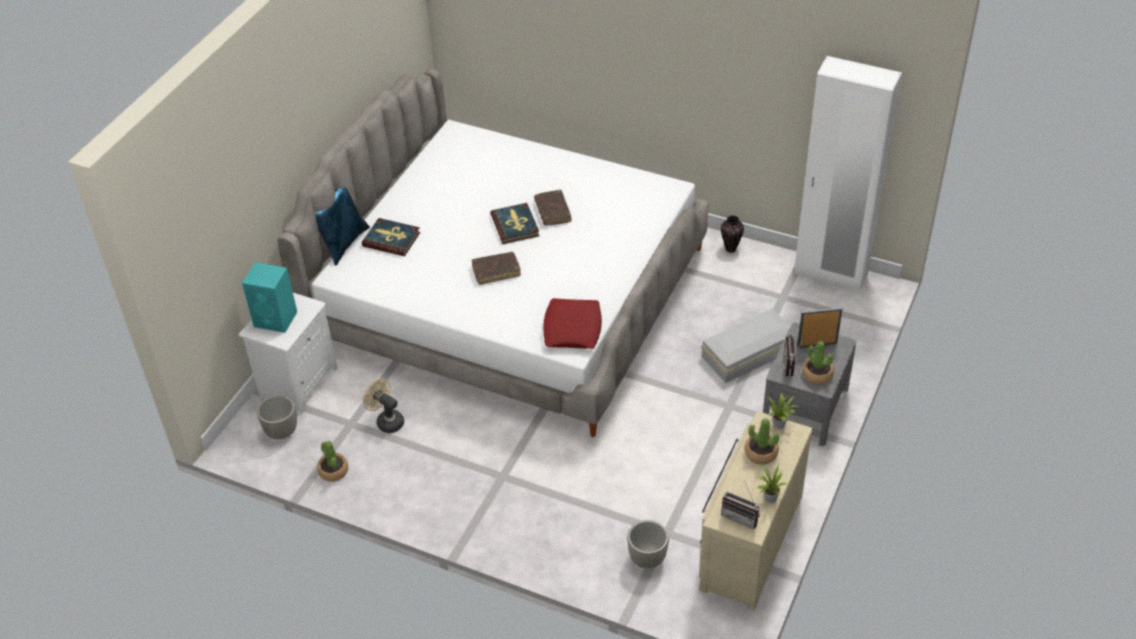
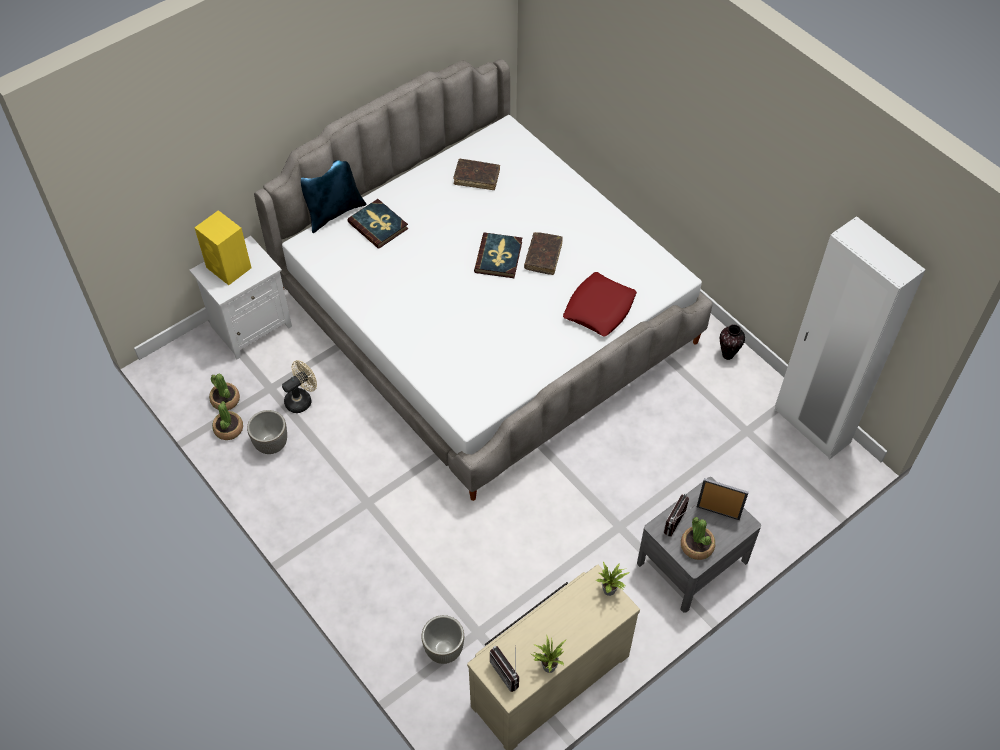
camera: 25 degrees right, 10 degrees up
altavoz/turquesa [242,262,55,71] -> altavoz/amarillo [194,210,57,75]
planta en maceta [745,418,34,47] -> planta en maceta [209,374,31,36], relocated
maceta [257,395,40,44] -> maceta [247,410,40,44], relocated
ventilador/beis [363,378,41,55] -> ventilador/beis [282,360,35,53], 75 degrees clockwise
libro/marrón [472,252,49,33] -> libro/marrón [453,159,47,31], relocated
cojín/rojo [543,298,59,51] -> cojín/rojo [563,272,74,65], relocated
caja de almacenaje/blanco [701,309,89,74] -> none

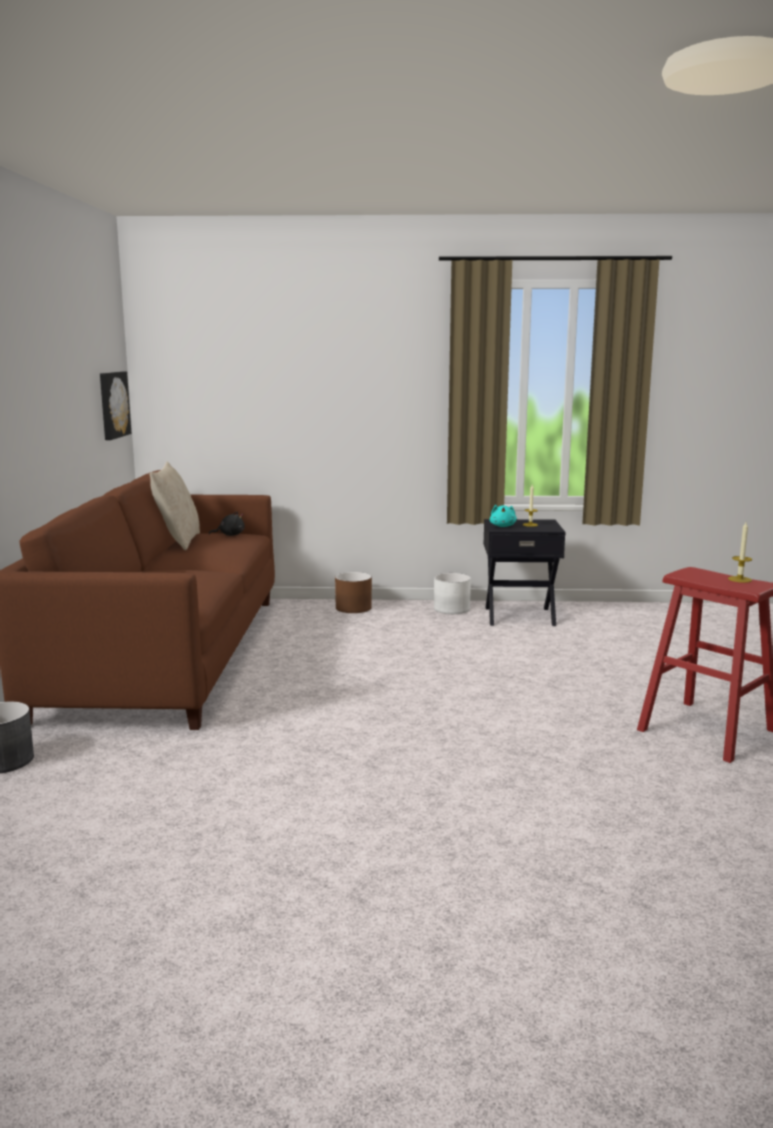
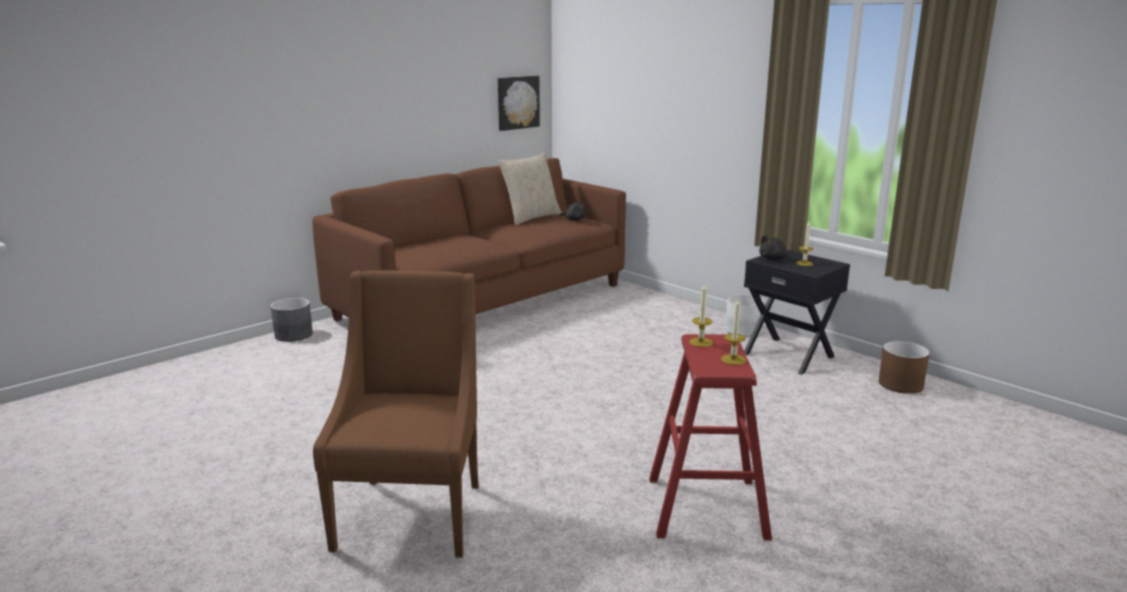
camera: 45 degrees right, 5 degrees up
none -> sillón/marrón [313,270,166,288]
none -> vela [689,284,24,63]
peluche/turquesa [490,505,27,22] -> peluche/negro [759,235,29,25]
maceta/marrón [335,572,37,41] -> maceta/marrón [879,341,51,53], relocated

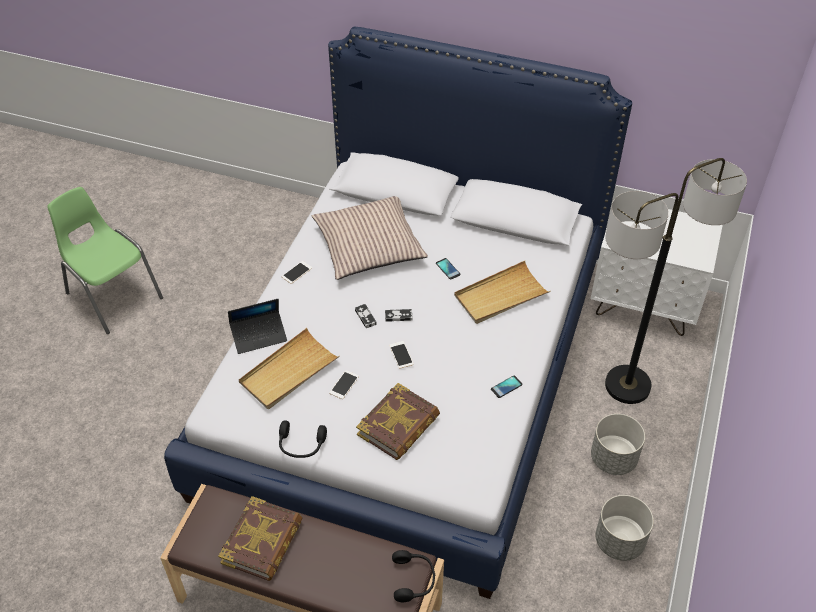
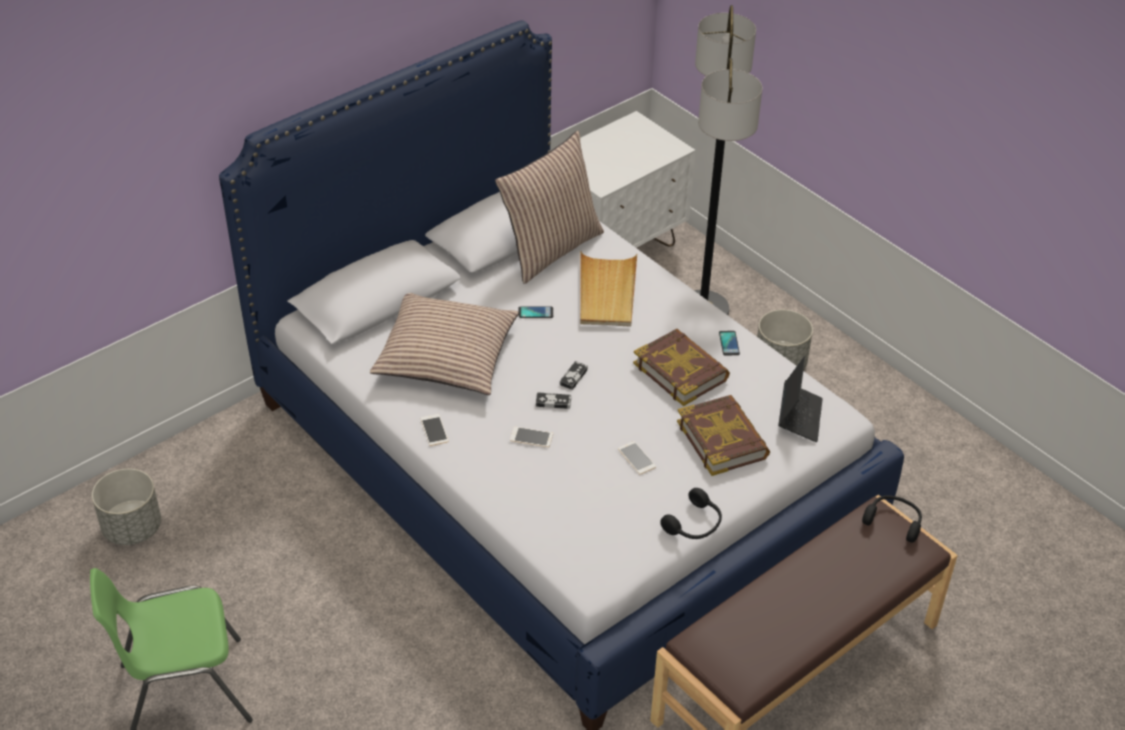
camera: 60 degrees left, 5 degrees down
maceta/gris [595,495,59,66] -> maceta/gris [92,469,69,76], relocated
none -> cojín [495,131,109,153]
móvil [389,341,25,28] -> móvil [510,427,43,20], relocated
libro [218,496,85,85] -> libro [633,329,97,77], relocated
portátil [228,299,59,55] -> portátil [778,356,45,86], relocated
bandeja/beis [239,328,101,81] -> none

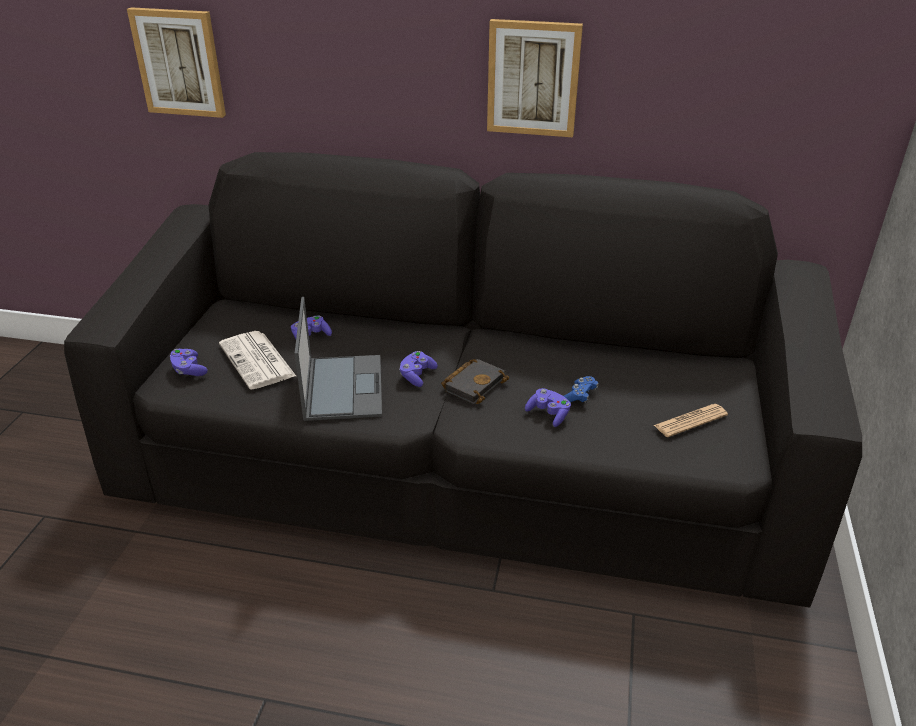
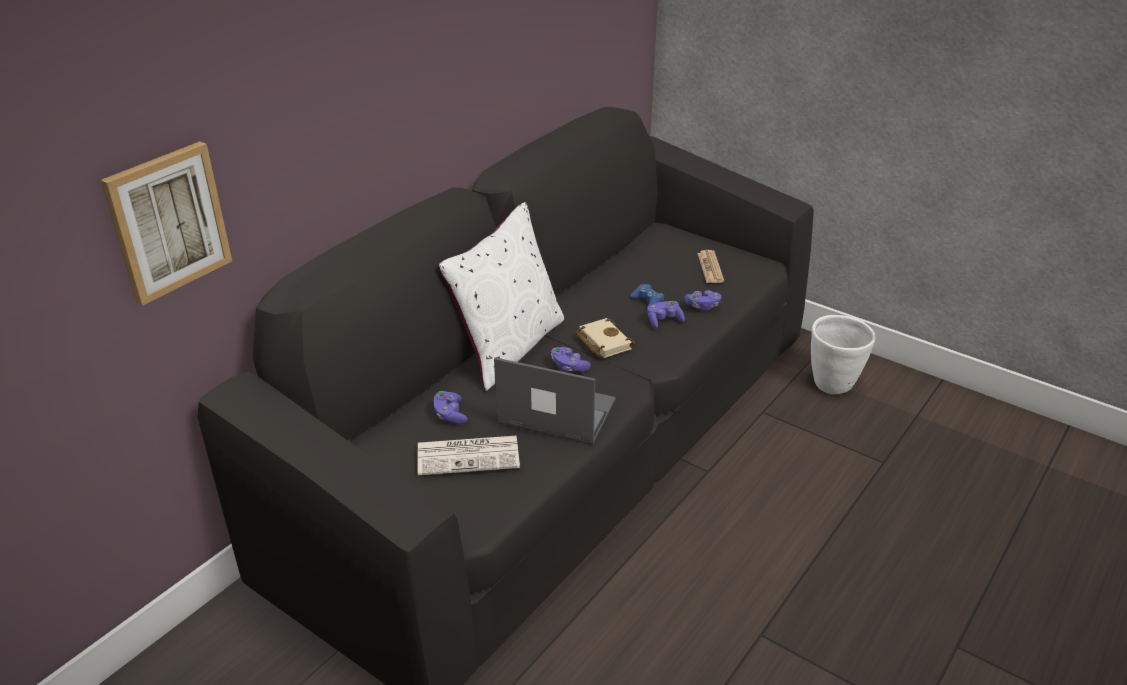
camera: 65 degrees left, 0 degrees up
none -> cojín/blanco [439,202,125,189]
libro/negro [441,359,68,45] -> libro/beis [575,318,61,40]
mando de consola/morado [170,349,38,27] -> mando de consola/morado [685,290,36,22], relocated
none -> maceta/blanco [811,315,64,79]
cuadro [487,19,96,118] -> none

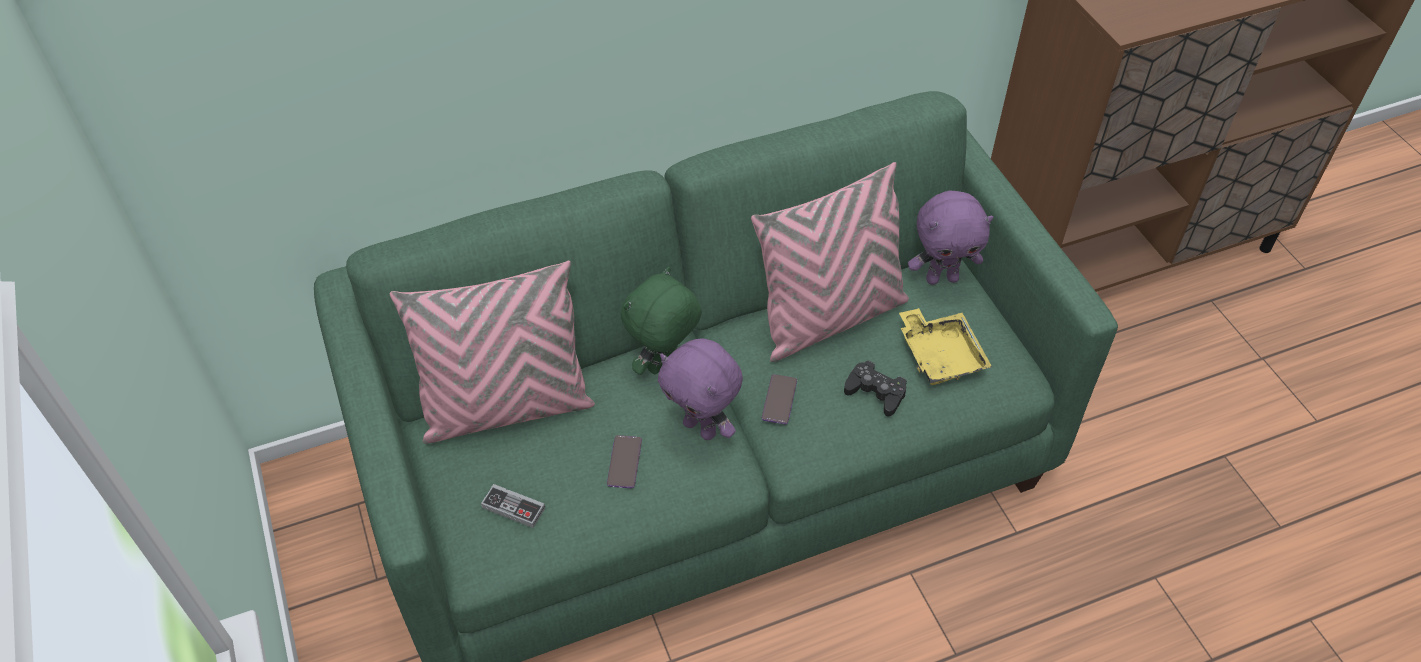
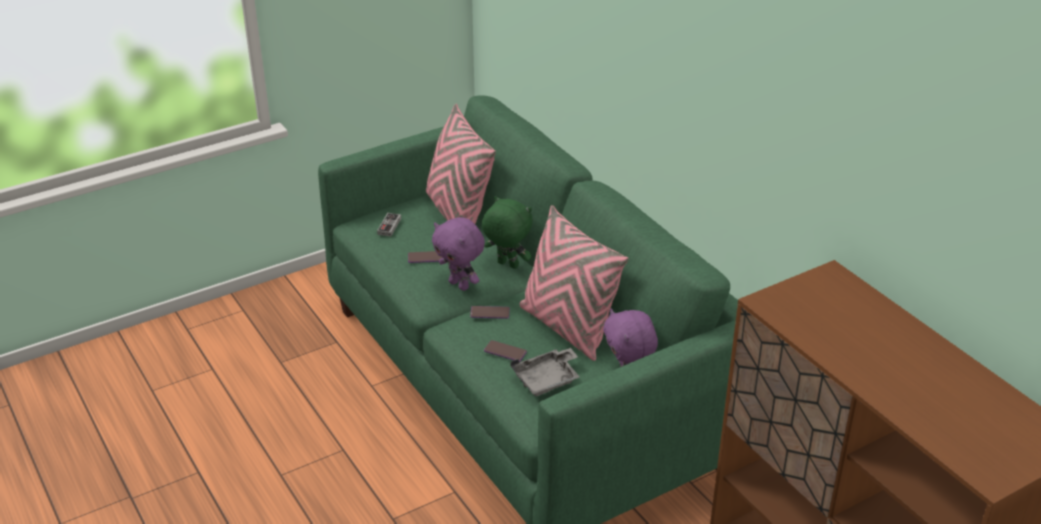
camera: 80 degrees right, 15 degrees down
peluche/morado [658,339,85,101] -> peluche/morado [432,217,53,74], 75 degrees counterclockwise
mando de consola/negro [844,361,63,55] -> móvil [484,340,43,22]
bandeja/amarillo [899,308,93,77] -> bandeja/gris [511,348,69,48]

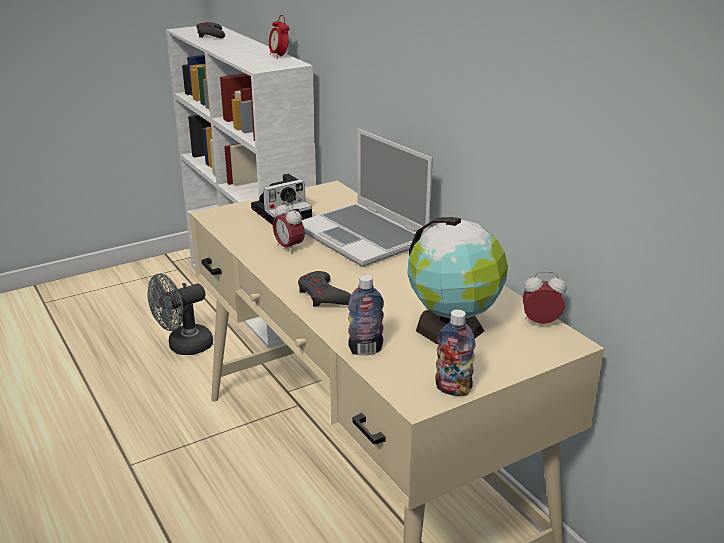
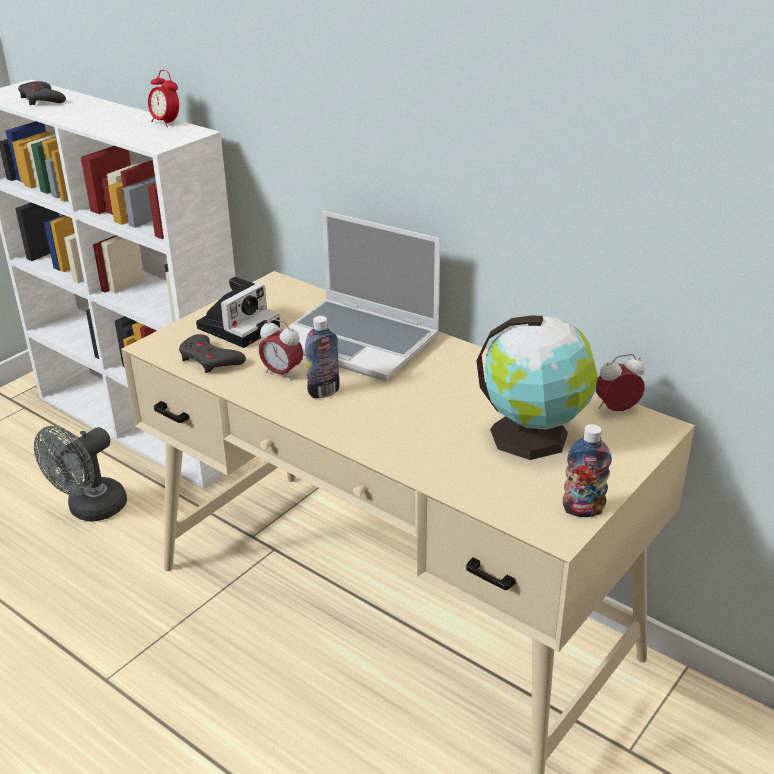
camera: 20 degrees left, 5 degrees up
mando de consola/gris [298,271,53,36] -> mando de consola/gris [179,334,67,39], relocated
botella [348,275,36,80] -> botella [305,316,35,82], relocated

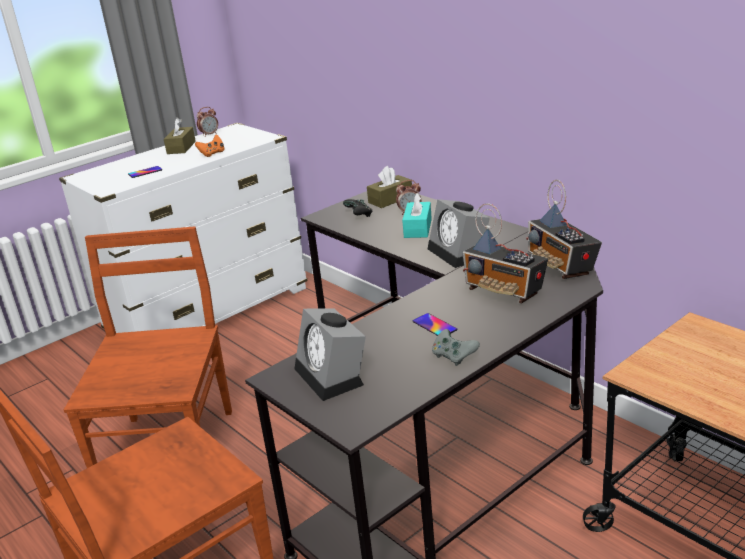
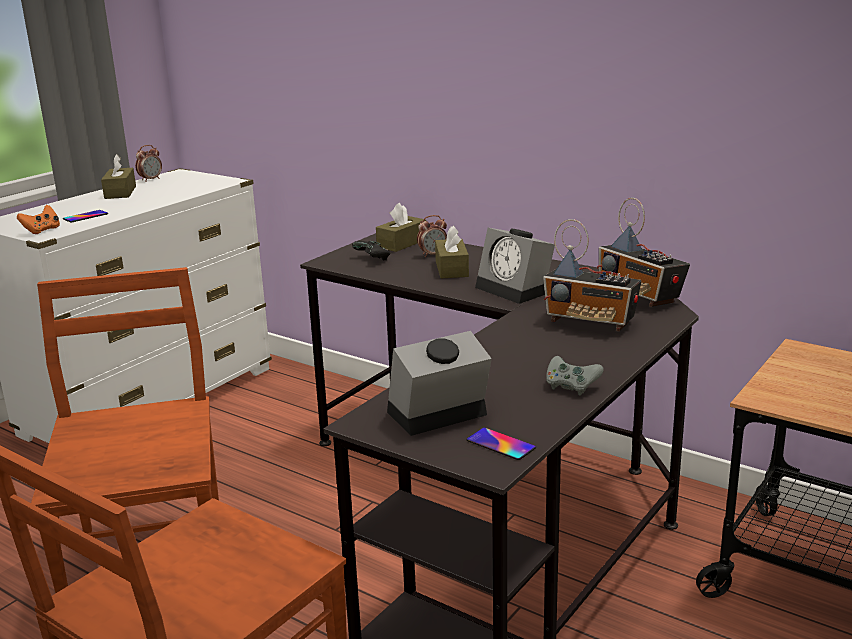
camera: 15 degrees left, 5 degrees down
mando de consola/naranja [195,135,29,22] -> mando de consola/naranja [17,205,43,29], relocated
despertador [295,308,71,93] -> despertador [387,331,105,105], 105 degrees clockwise
caja de pañuelos/turquesa [402,193,30,45] -> caja de pañuelos/marrón [435,226,34,52]
móvil [412,313,45,23] -> móvil [467,428,69,32], relocated

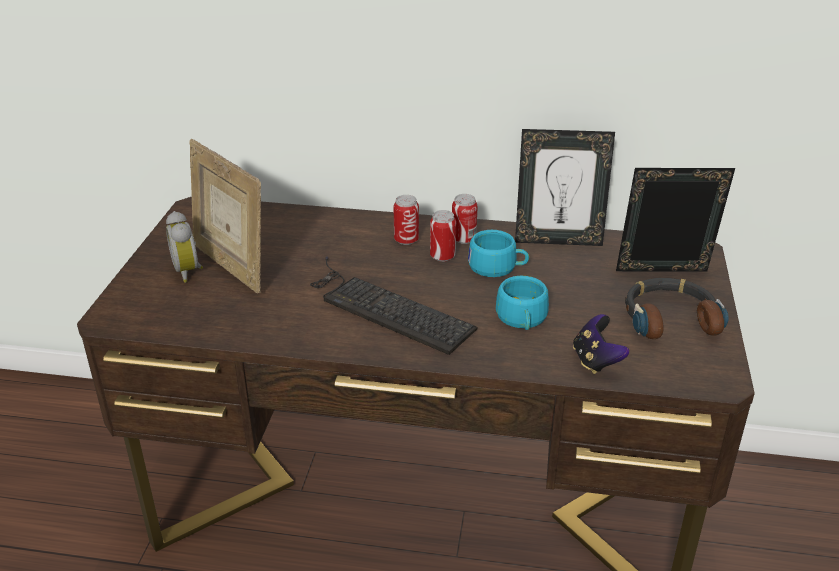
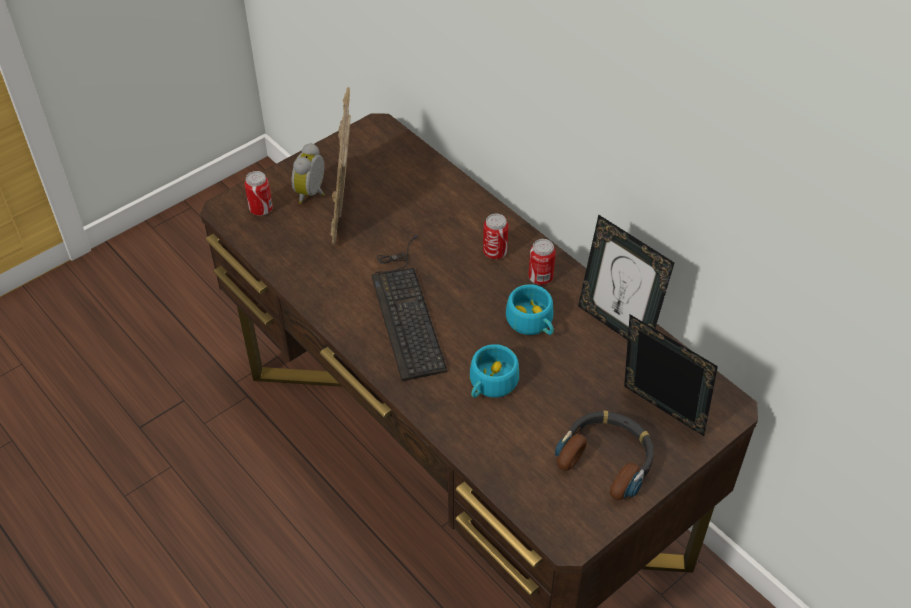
camera: 40 degrees right, 15 degrees up
lata [430,210,26,52] -> lata [245,171,28,45], relocated
mando de consola [573,314,56,60] -> none

